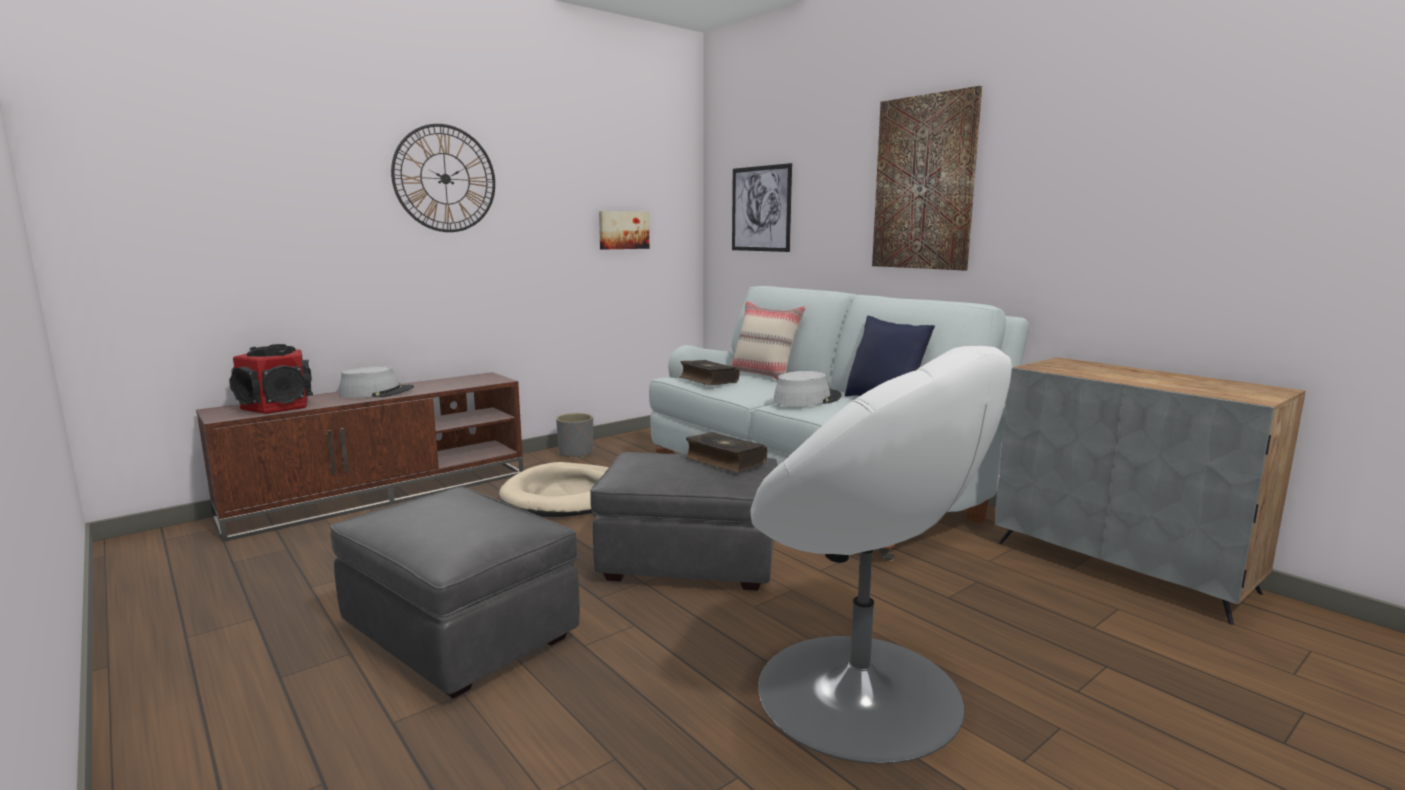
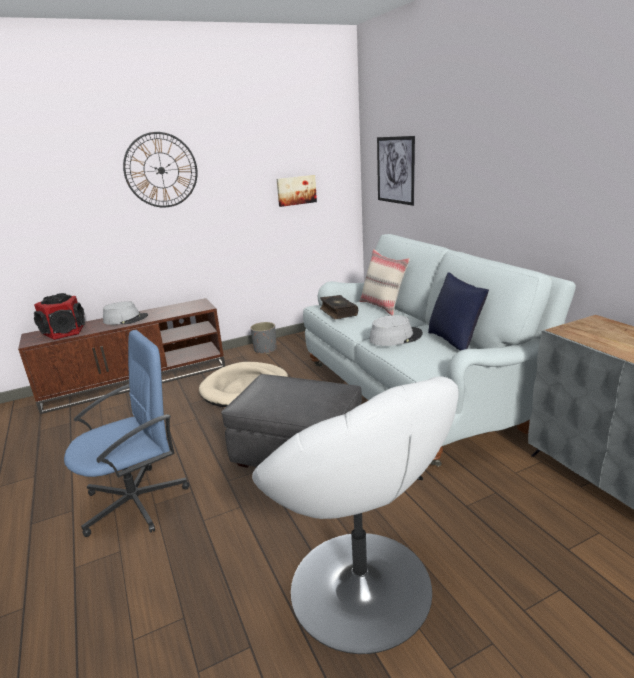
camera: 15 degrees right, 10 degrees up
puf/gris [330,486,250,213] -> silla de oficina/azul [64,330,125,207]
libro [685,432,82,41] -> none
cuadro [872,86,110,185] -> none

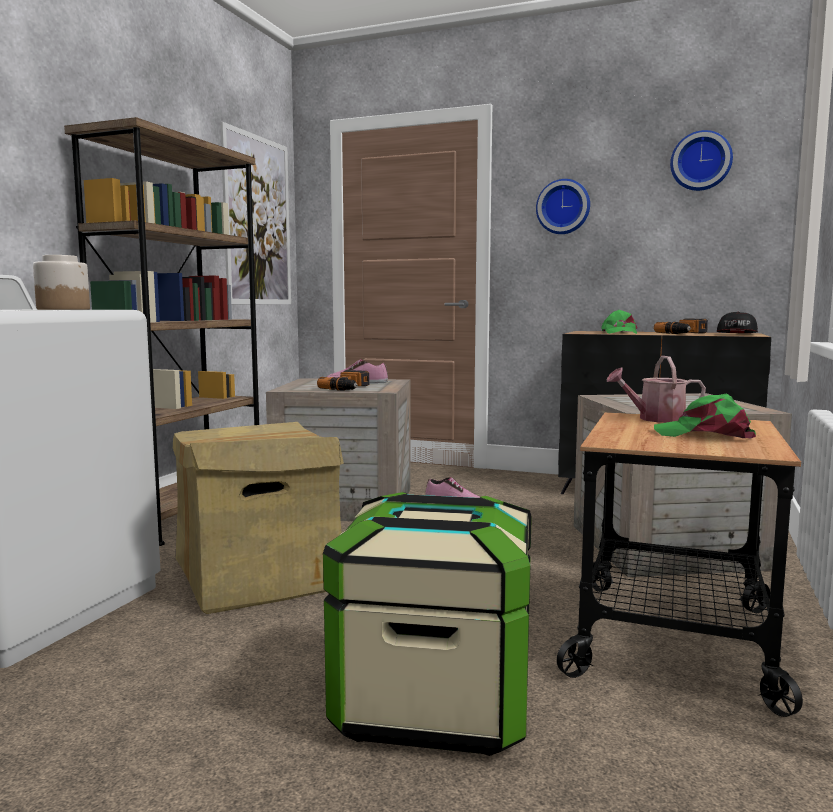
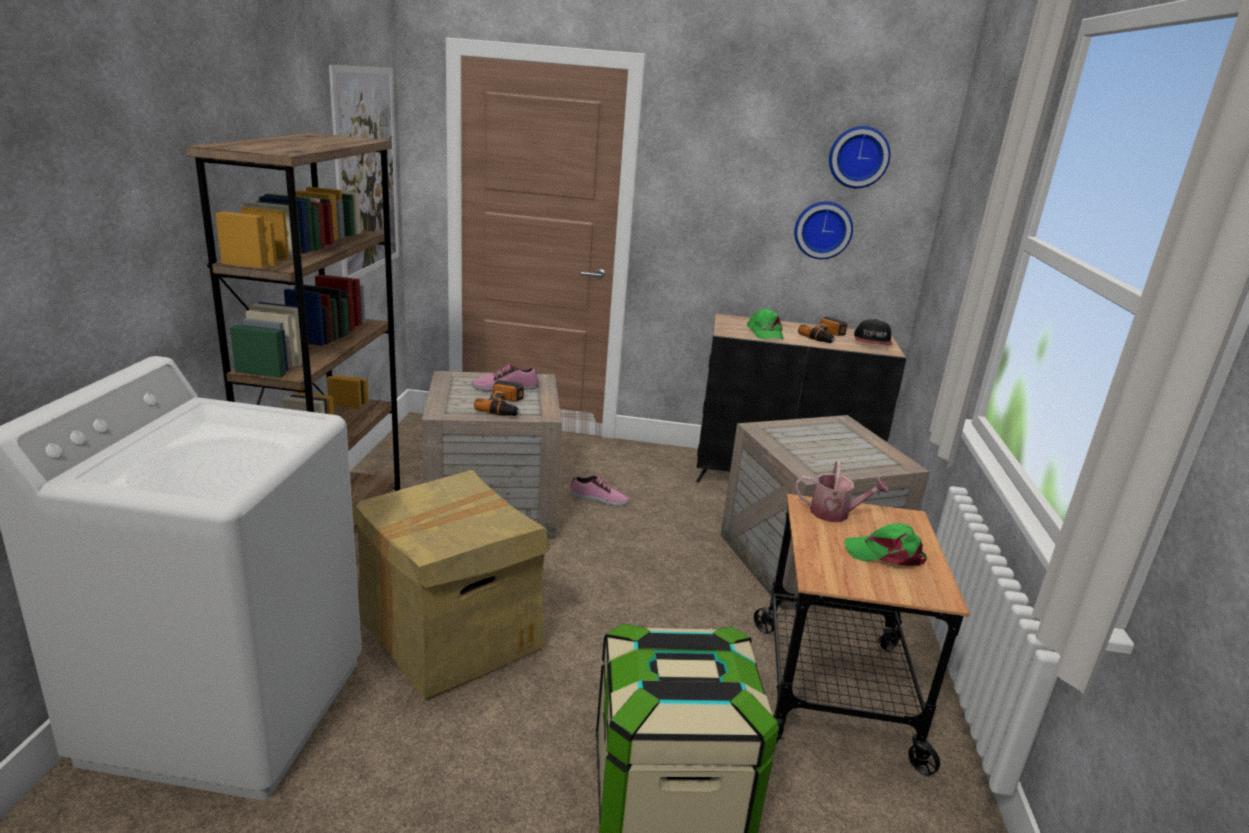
camera: 15 degrees left, 15 degrees up
reloj de pared [536,179,54,55] -> reloj de pared [794,201,59,58], relocated
regadera [607,356,99,67] -> regadera [795,460,94,62], 150 degrees counterclockwise
tarro [33,255,57,55] -> none

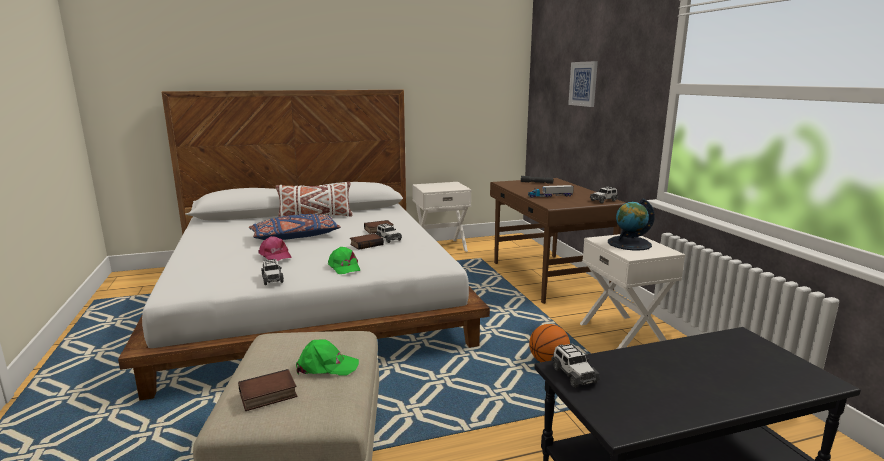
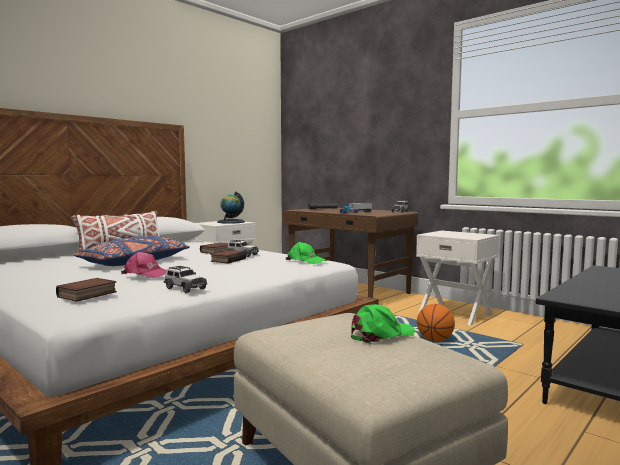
camera: 30 degrees left, 10 degrees down
libro [238,369,59,42] -> libro [56,278,61,24], relocated
globo terráqueo [608,198,47,53] -> globo terráqueo [217,192,28,32], relocated
gorra/verde [328,247,32,27] -> gorra/verde [286,242,40,22], relocated
coche de juguete [551,343,49,44] -> none
cuadro [568,61,30,46] -> none

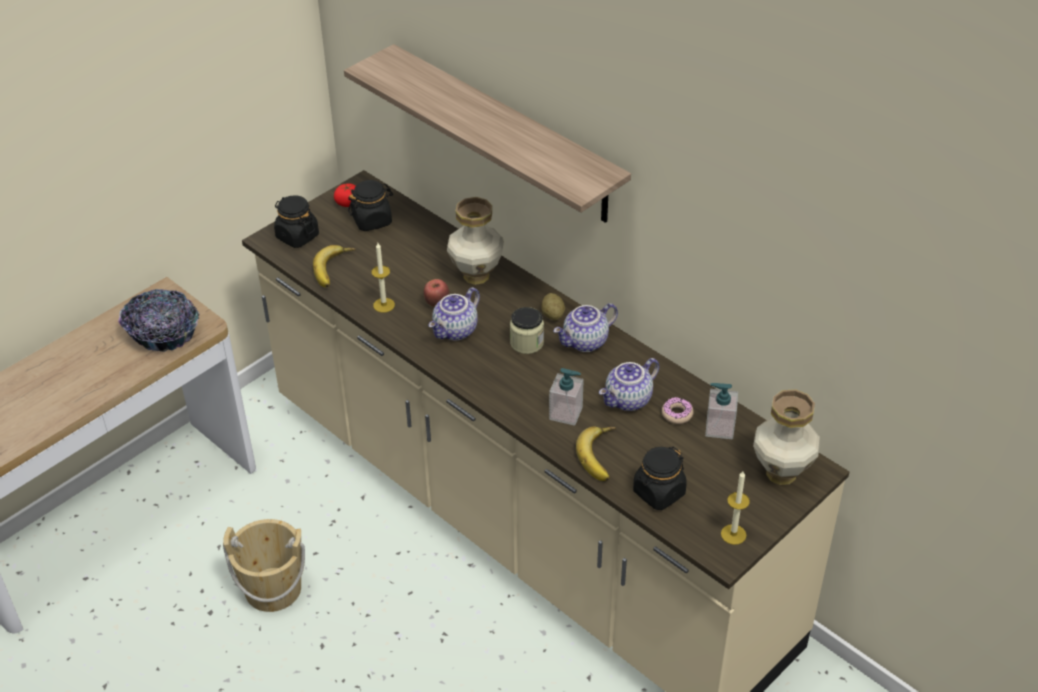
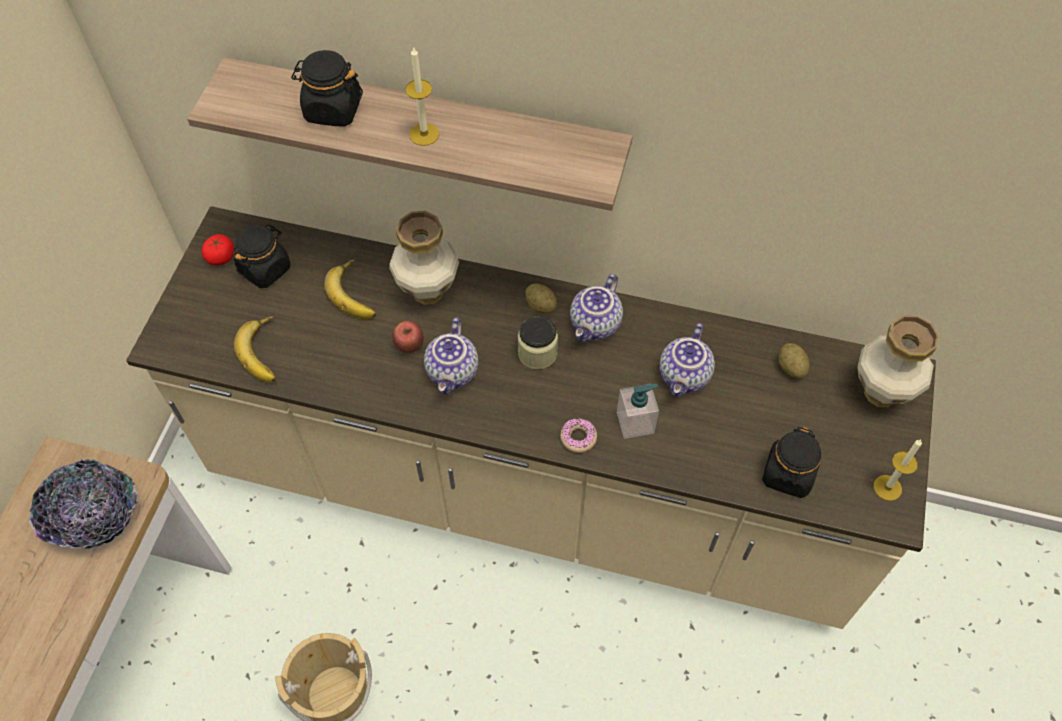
camera: 30 degrees left, 15 degrees up
tarro/negro [274,195,45,53] -> tarro/negro [291,50,72,77], relocated
plátano [576,427,40,54] -> plátano [324,259,52,60], relocated
vela [371,243,24,70] -> vela [405,46,34,100], relocated
rosquilla [662,397,32,27] -> rosquilla [560,418,37,35], relocated
dispensador de jabón [705,383,33,56] -> patata [779,343,30,35]

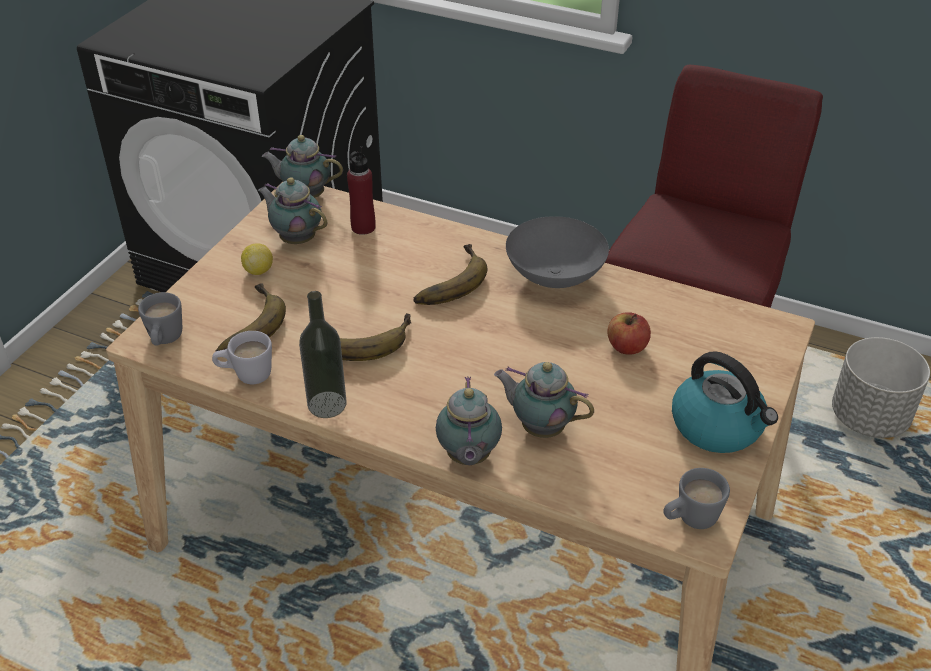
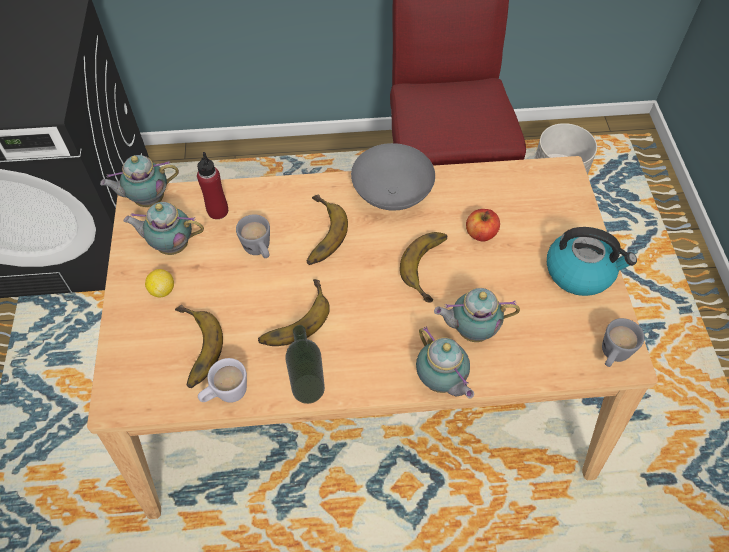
camera: 30 degrees left, 15 degrees up
taza grande/gris [138,292,44,53] -> taza grande/gris [236,214,34,44], relocated
none -> plátano [400,232,47,71]

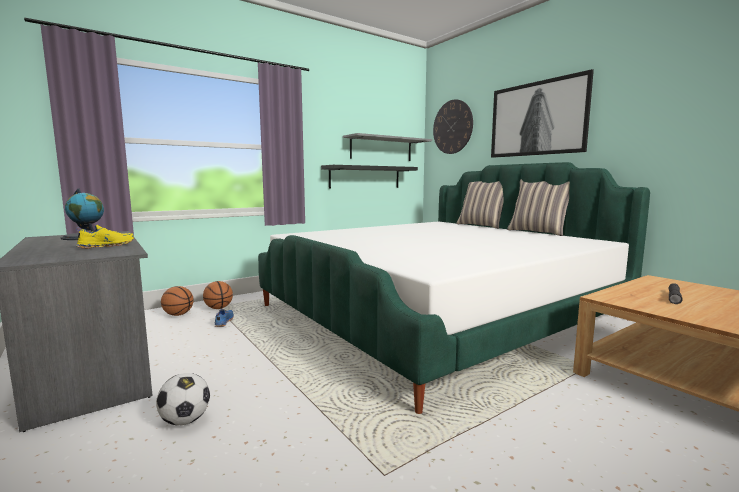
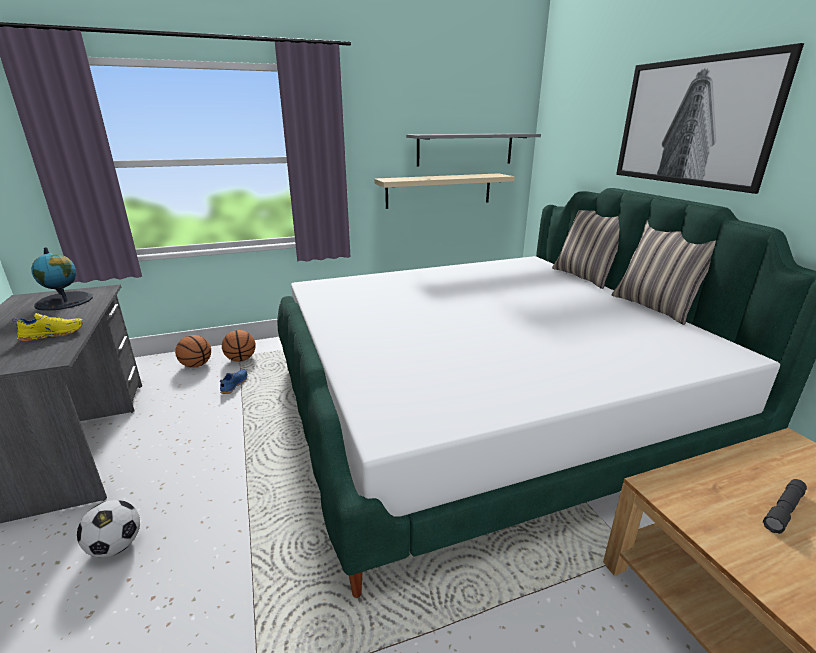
camera: 15 degrees right, 15 degrees up
estante/negro [321,165,97,23] -> estante/beis [374,173,141,36]
reloj de pared [433,99,40,55] -> none

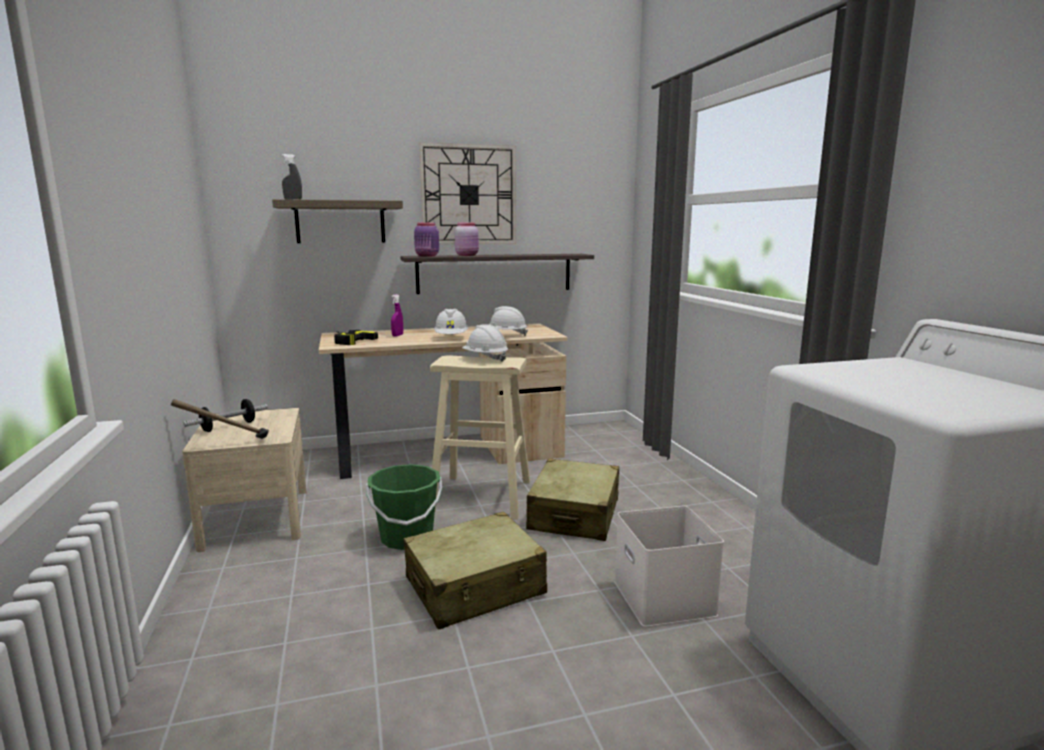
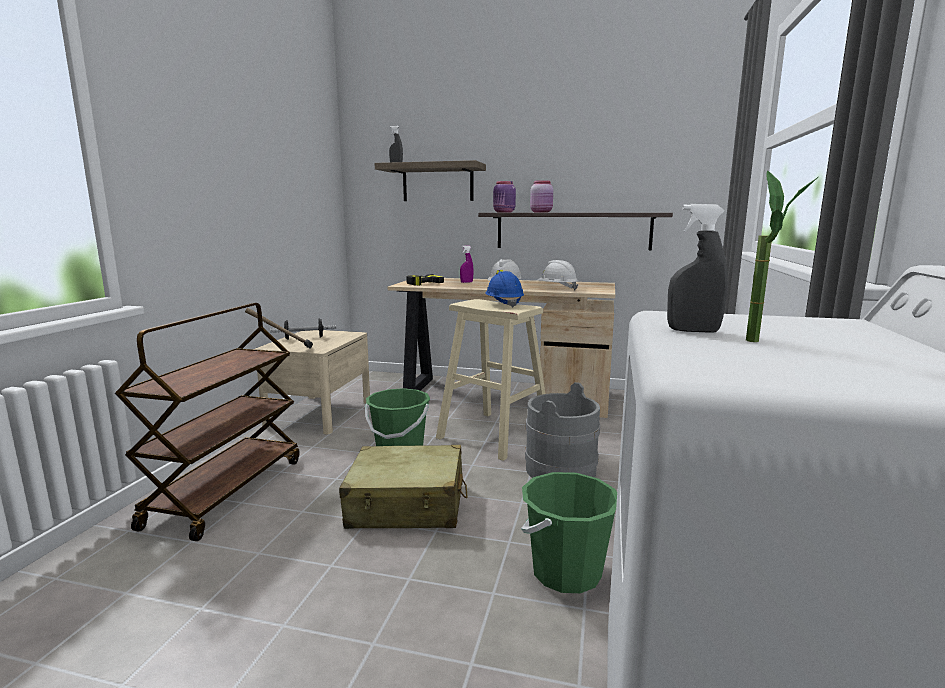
camera: 30 degrees right, 0 degrees up
none -> carrito/marrón [115,303,185,238]
casco/blanco [462,324,46,38] -> casco/azul [485,271,39,37]
caja de almacenaje/blanco [614,506,110,121] -> cubo/verde [521,472,96,121]
maleta/beis [526,459,93,82] -> cubo/gris [525,382,75,96]
none -> pulverizador/gris [667,204,61,129]
none -> planta en maceta [746,170,72,172]
reloj de pared [419,143,97,101] -> none

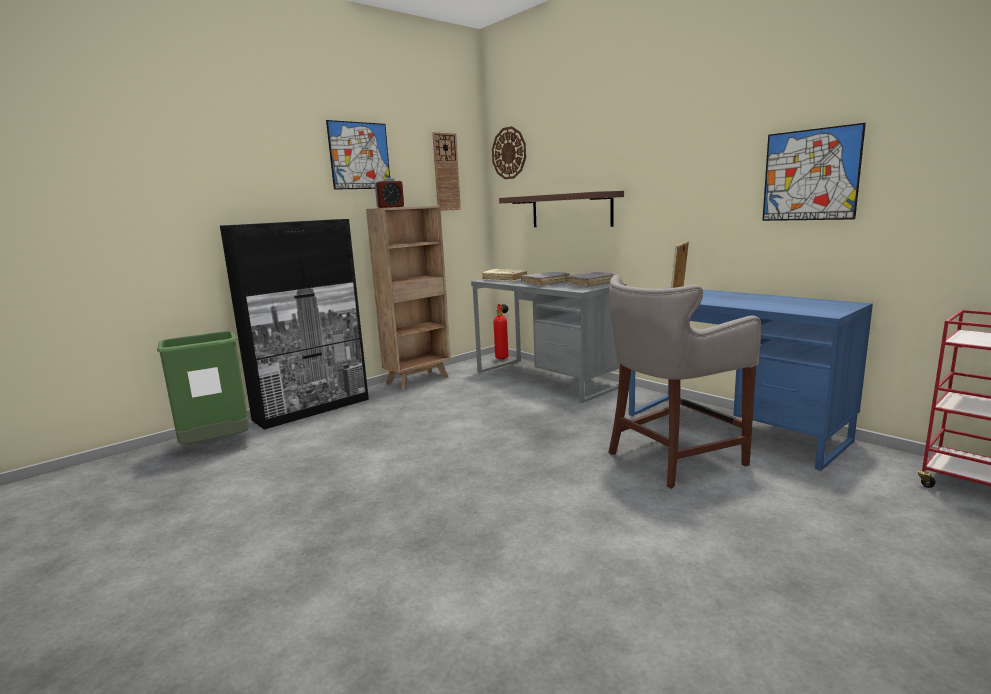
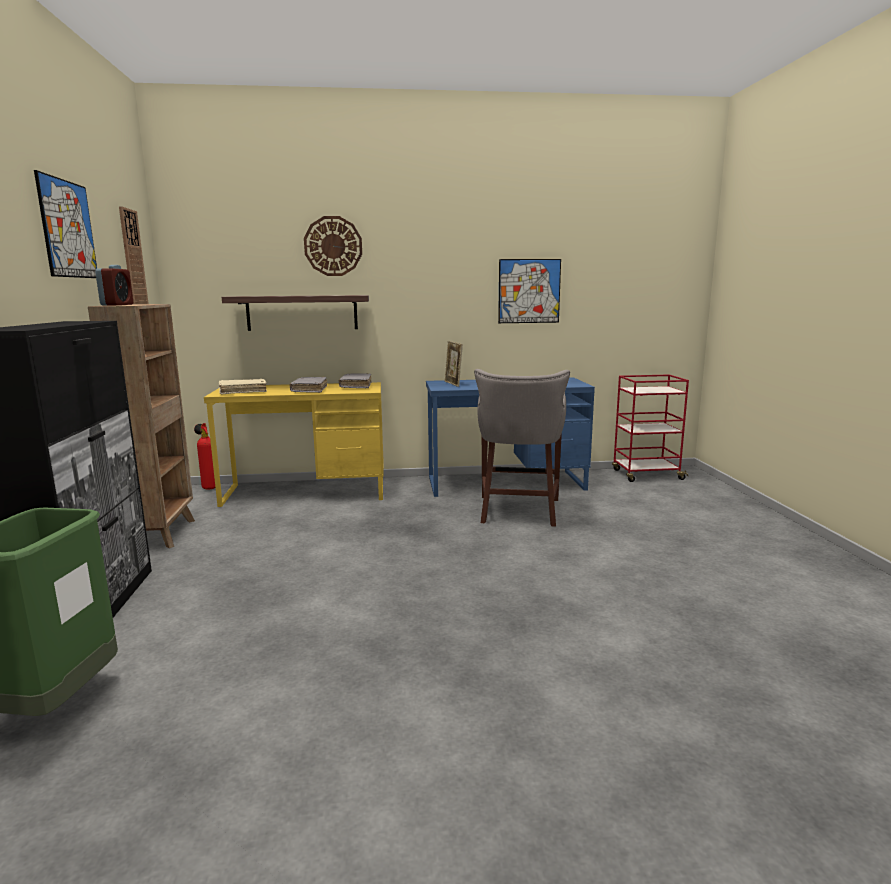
camera: 55 degrees left, 0 degrees up
escritorio/gris [471,280,156,123] -> escritorio/amarillo [204,382,180,125]
reloj de pared [492,126,34,53] -> reloj de pared [304,216,58,60], relocated

